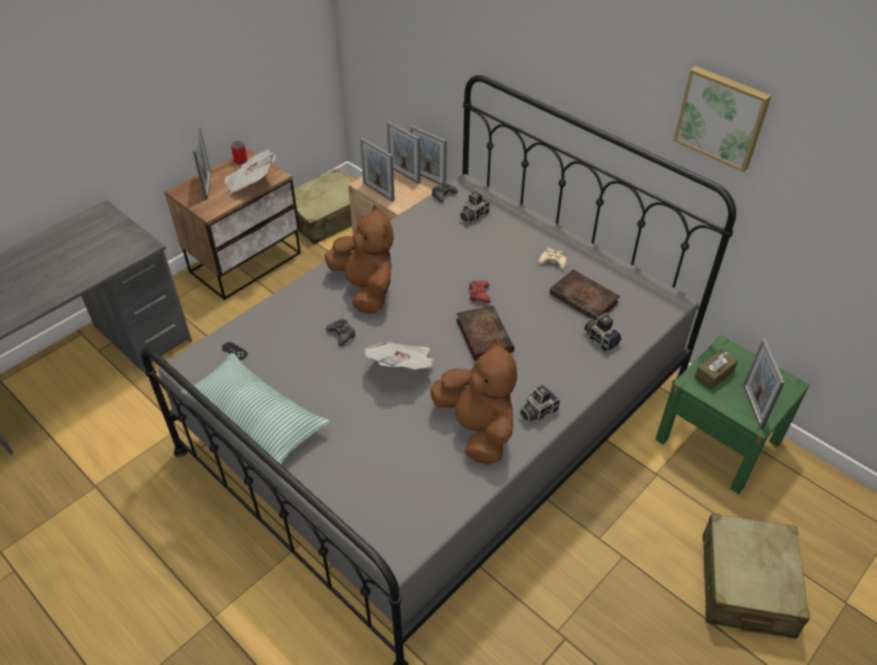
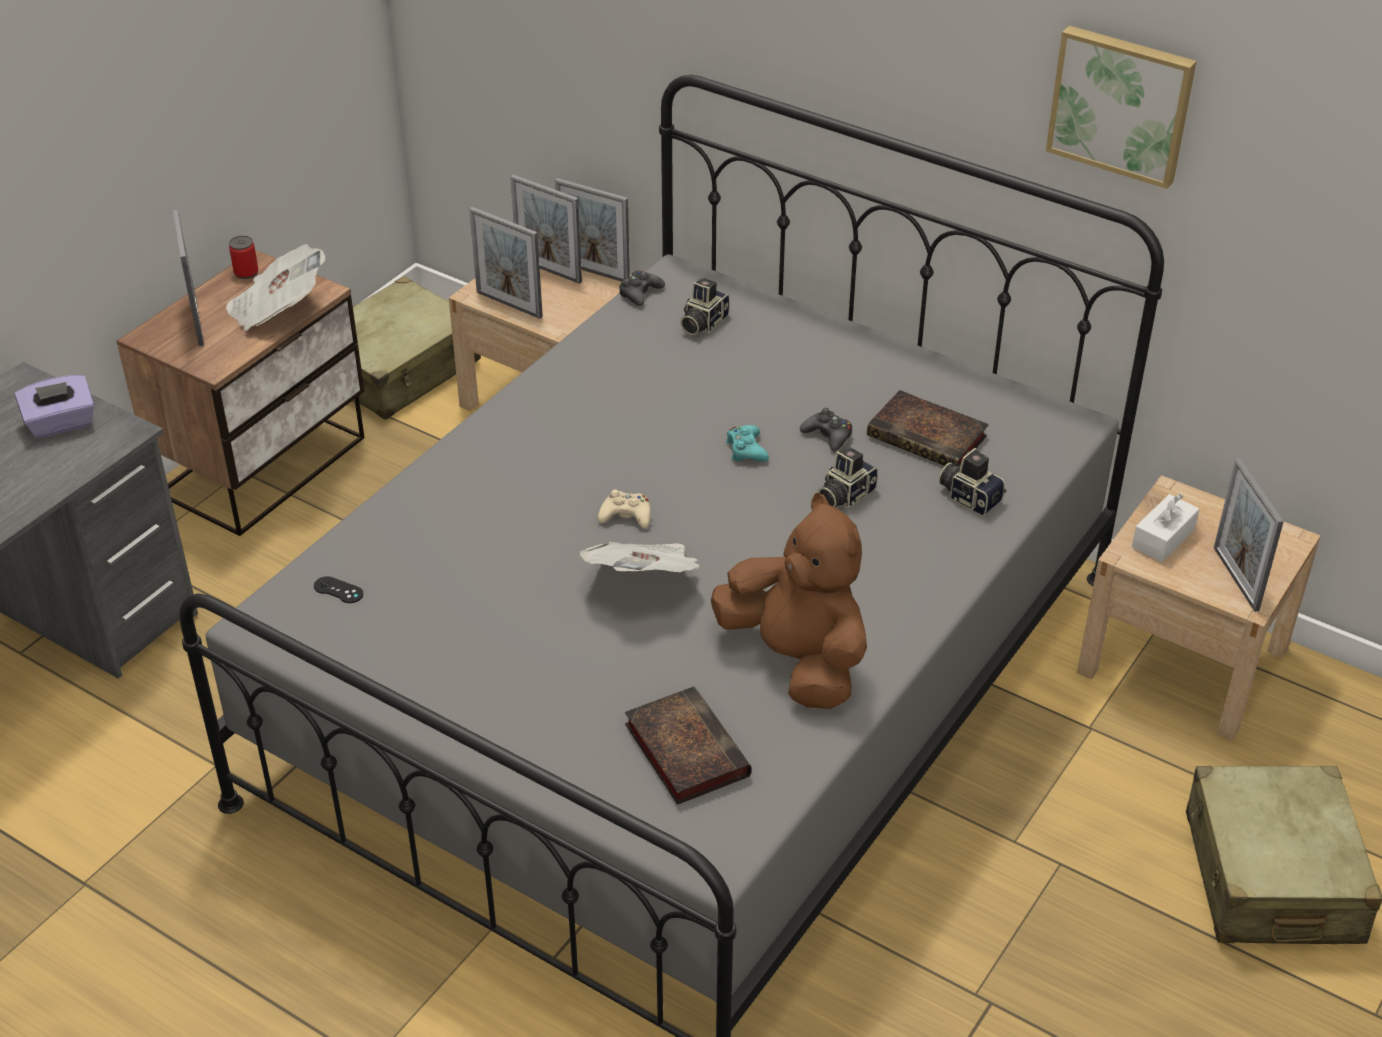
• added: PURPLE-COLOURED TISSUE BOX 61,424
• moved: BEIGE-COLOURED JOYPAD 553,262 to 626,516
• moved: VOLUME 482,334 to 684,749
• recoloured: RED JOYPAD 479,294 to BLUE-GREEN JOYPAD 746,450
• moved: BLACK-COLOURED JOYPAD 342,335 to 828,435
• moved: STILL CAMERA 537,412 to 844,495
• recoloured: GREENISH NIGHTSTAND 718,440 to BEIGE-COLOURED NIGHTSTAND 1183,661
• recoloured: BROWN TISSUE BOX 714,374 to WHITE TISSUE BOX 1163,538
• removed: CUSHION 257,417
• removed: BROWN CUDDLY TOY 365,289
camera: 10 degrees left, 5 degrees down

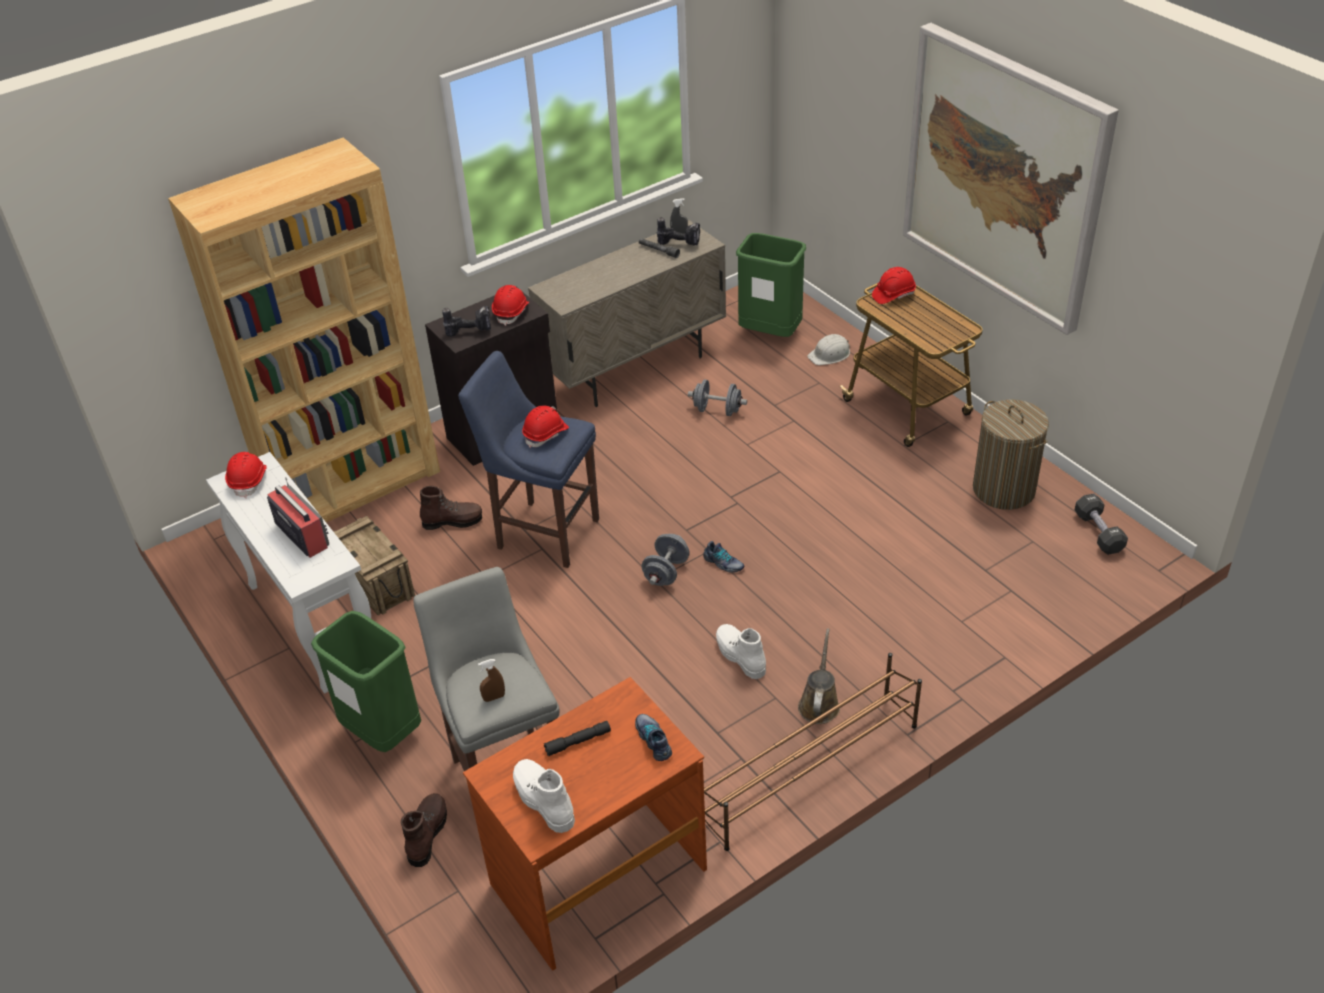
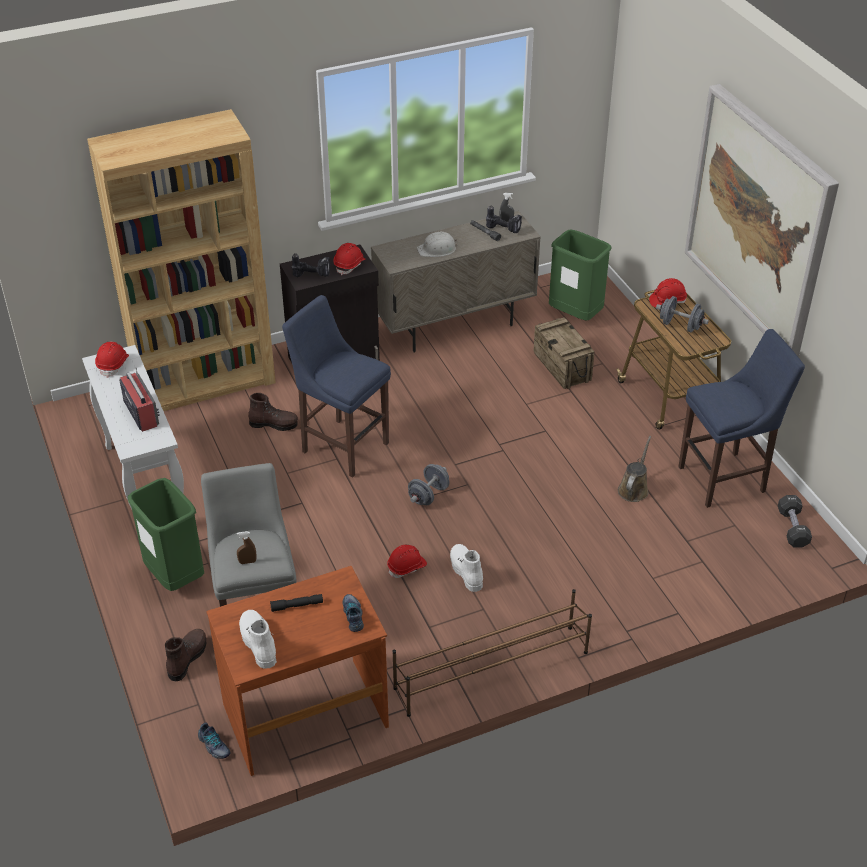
• moved: SHOE 723,563 to 213,746
• moved: RED WORK HELMET 546,434 to 407,567
• moved: WHITE WORK HELMET 830,354 to 437,249
• moved: SHIPPING CRATE 376,582 to 562,366
• moved: BROWN WATERING POT 819,703 to 634,489
• moved: GREY DUMBBELL 717,410 to 680,325
• replaced: LAUNDRY BASKET 1004,489 to BLUE-COLOURED SITTING STOOL 726,478
camera: 10 degrees right, 0 degrees up

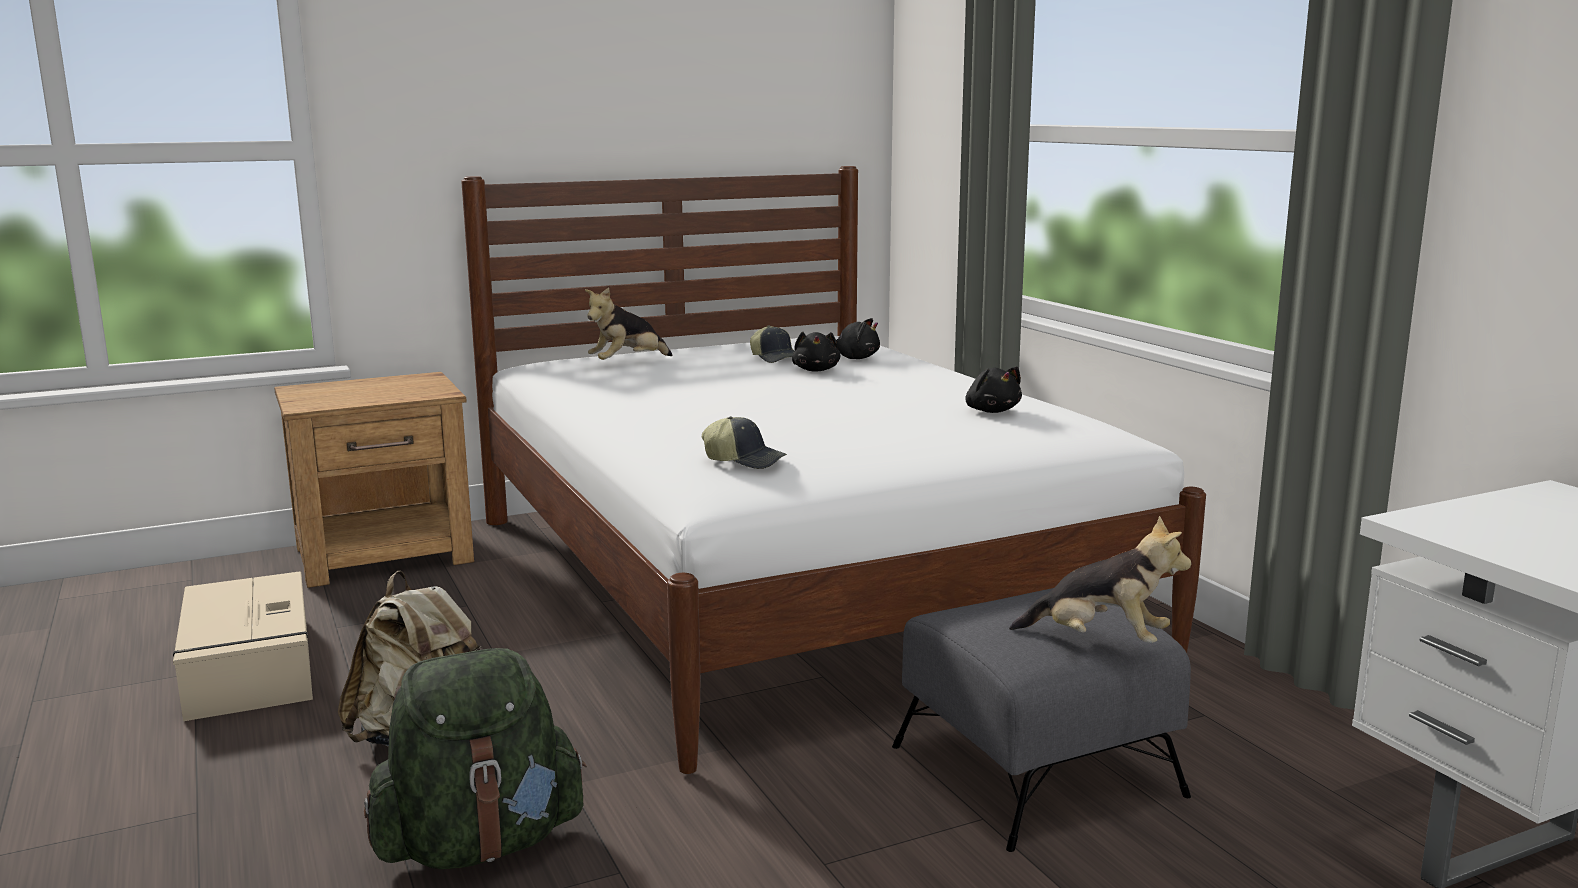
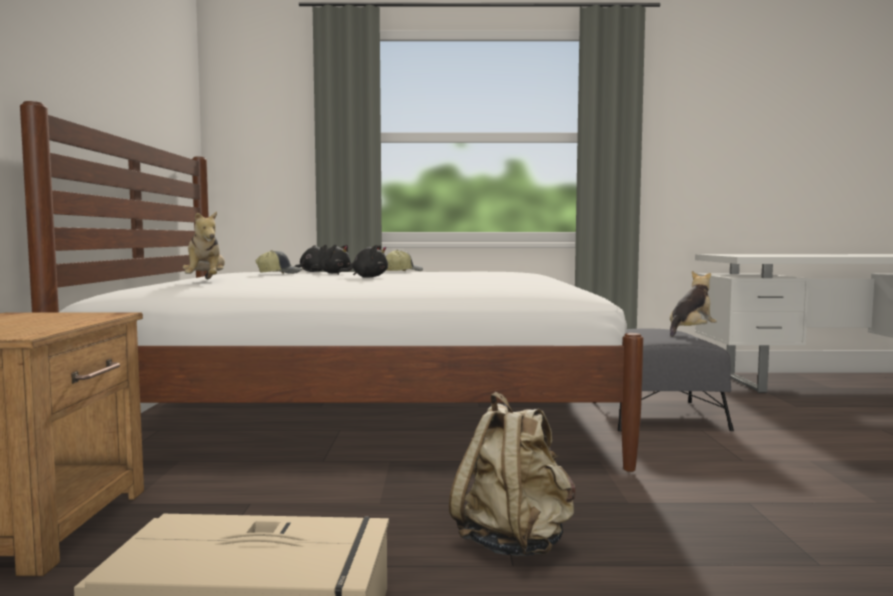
• moved: BLACK-COLOURED CUDDLY TOY 991,411 to 367,277
• moved: BASEBALL CAP 745,460 to 402,271
• removed: GREENISH RUCKSACK 481,844
camera: 65 degrees left, 10 degrees down

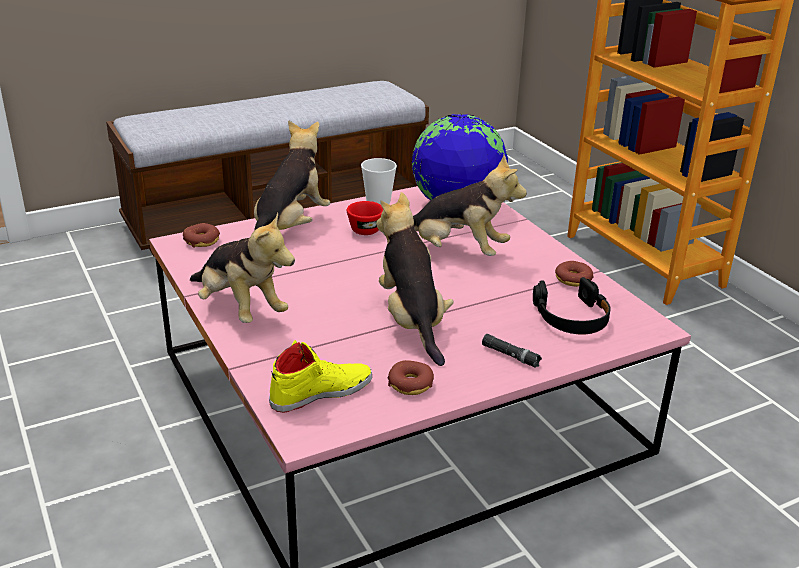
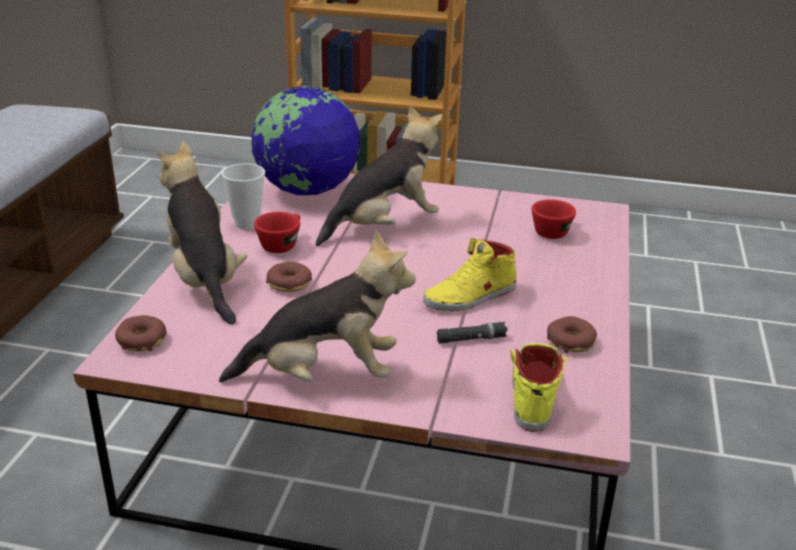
• moved: DOUGHNUT 573,279 to 289,284
• replaced: CUDDLY TOY 411,321 to YELLOWISH SHOE 471,296
• moved: BLACK-COLOURED FLASHLIGHT 510,355 to 471,339
• replaced: BLACK-COLOURED HEADSET 572,317 to RED DRINKING CUP 553,231
camera: 50 degrees left, 0 degrees up

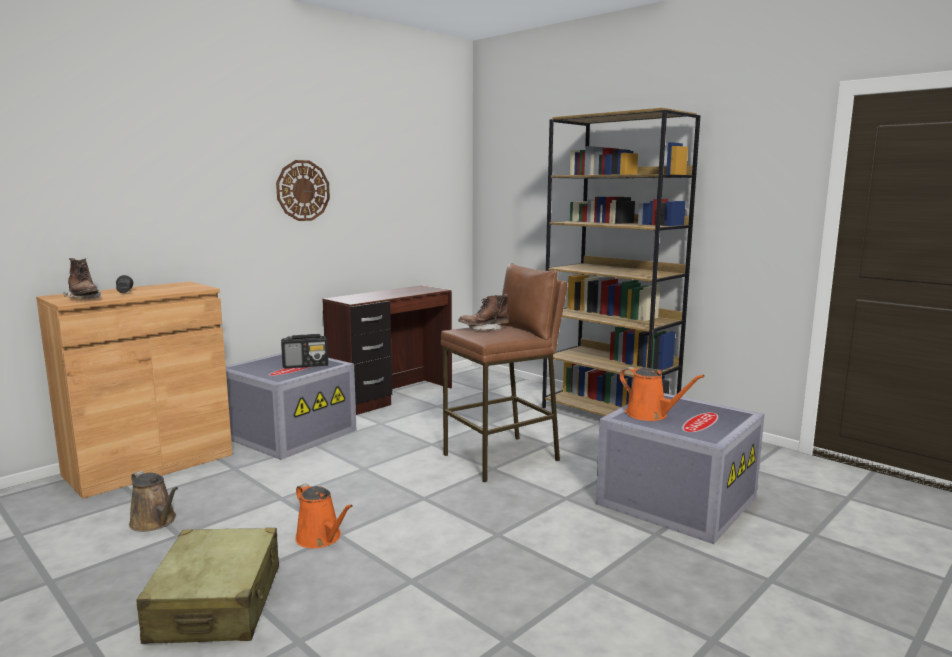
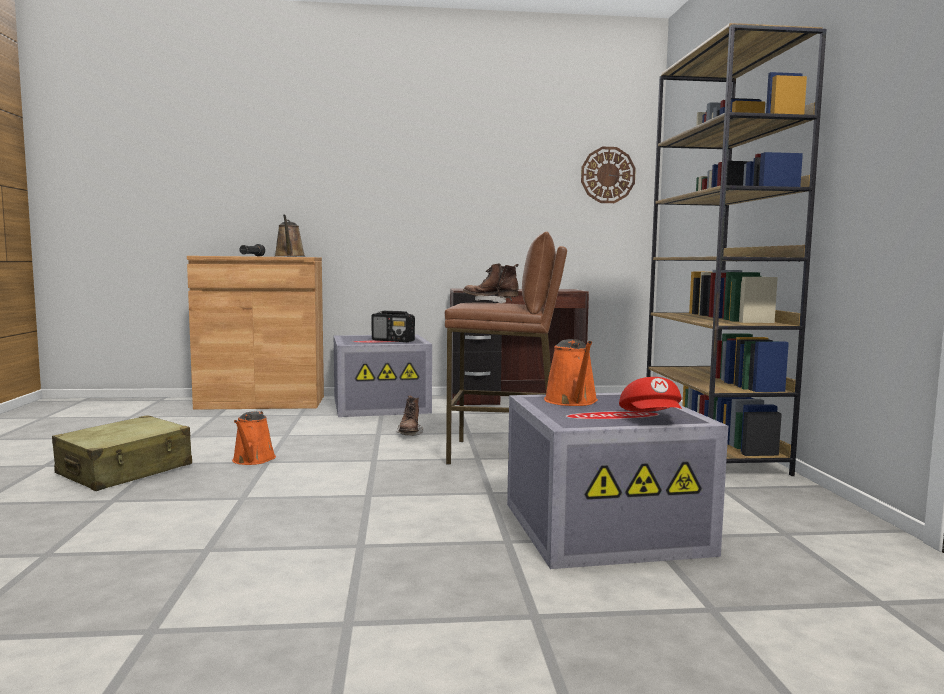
• moved: BROWN WATERING POT 155,522 to 289,256
• moved: BROWN BOOT 84,299 to 409,434
• moved: HANGING CLOCK 303,190 to 607,175
• added: RED BASEBALL CAP 652,419
camera: 40 degrees right, 5 degrees down

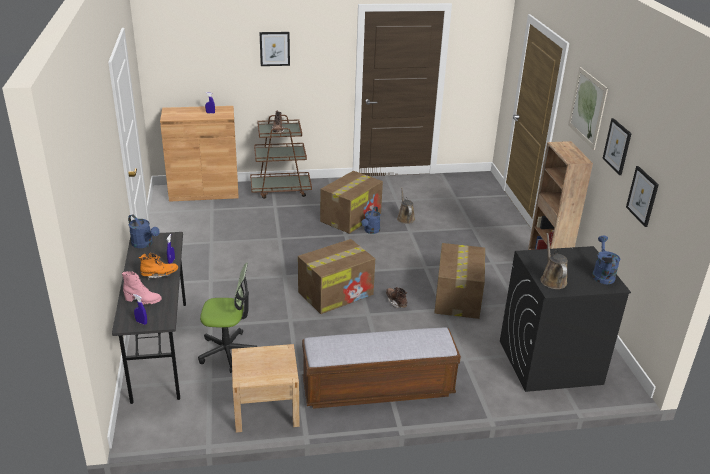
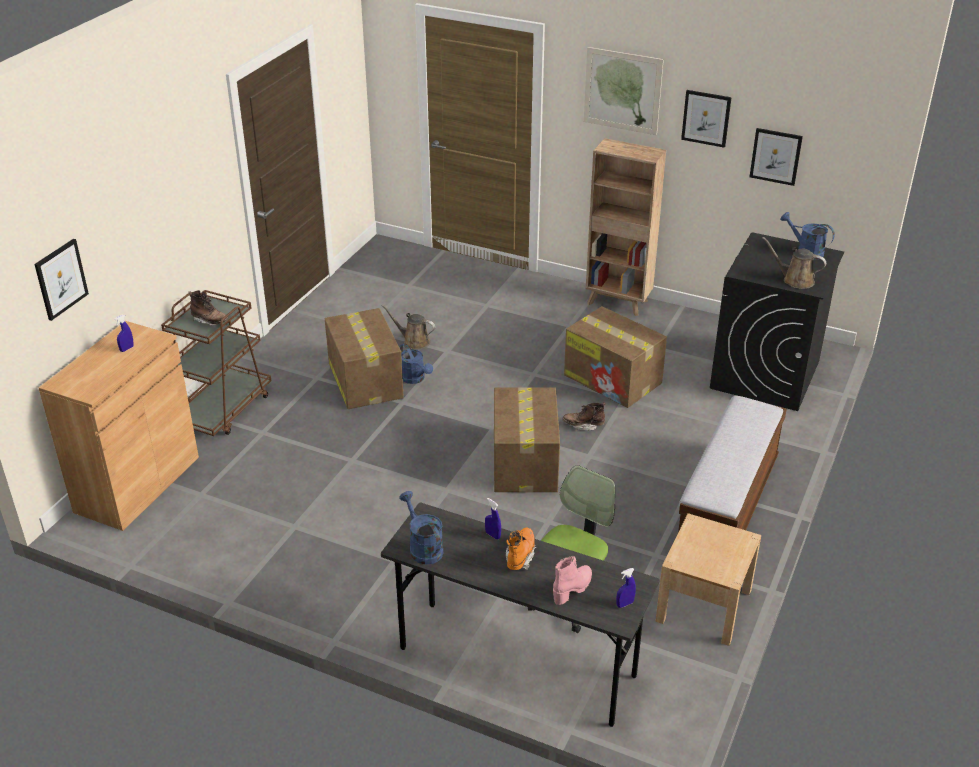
• moved: WALL ART 274,48 to 61,279
• turned: BLUE-COLOURED WATERING POT 144,244 = 423,547 105 degrees counterclockwise
camera: 55 degrees left, 5 degrees up

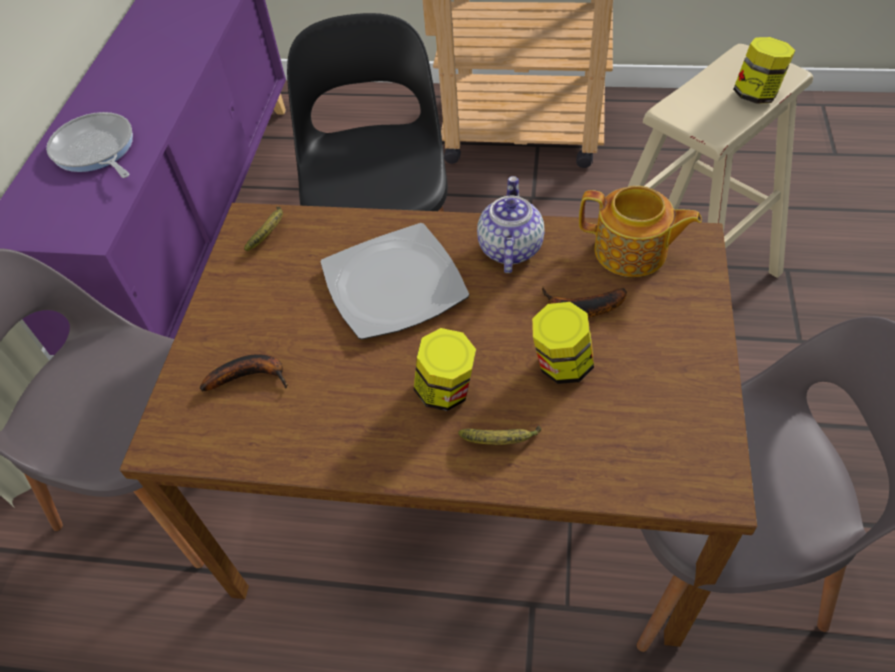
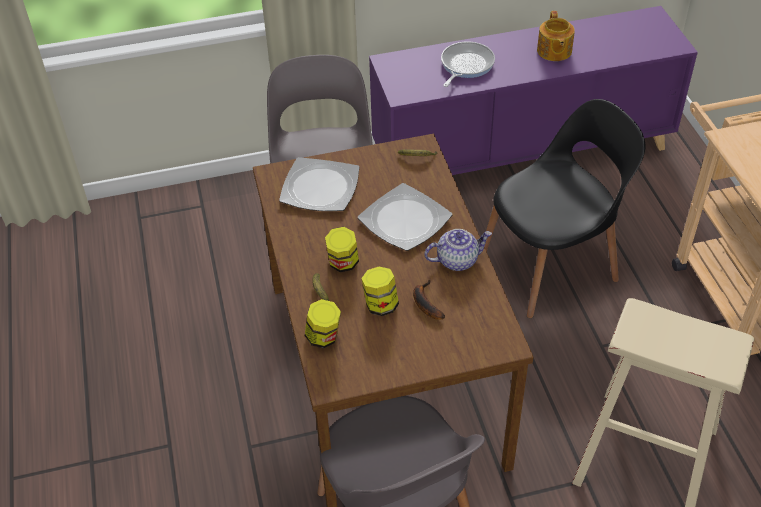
• replaced: BANANA FRUIT 251,376 to DINNER PLATE 320,188
• moved: STORAGE JAR 756,95 to 324,337
• moved: TEAPOT 632,252 to 554,51
camera: 65 degrees right, 5 degrees down

